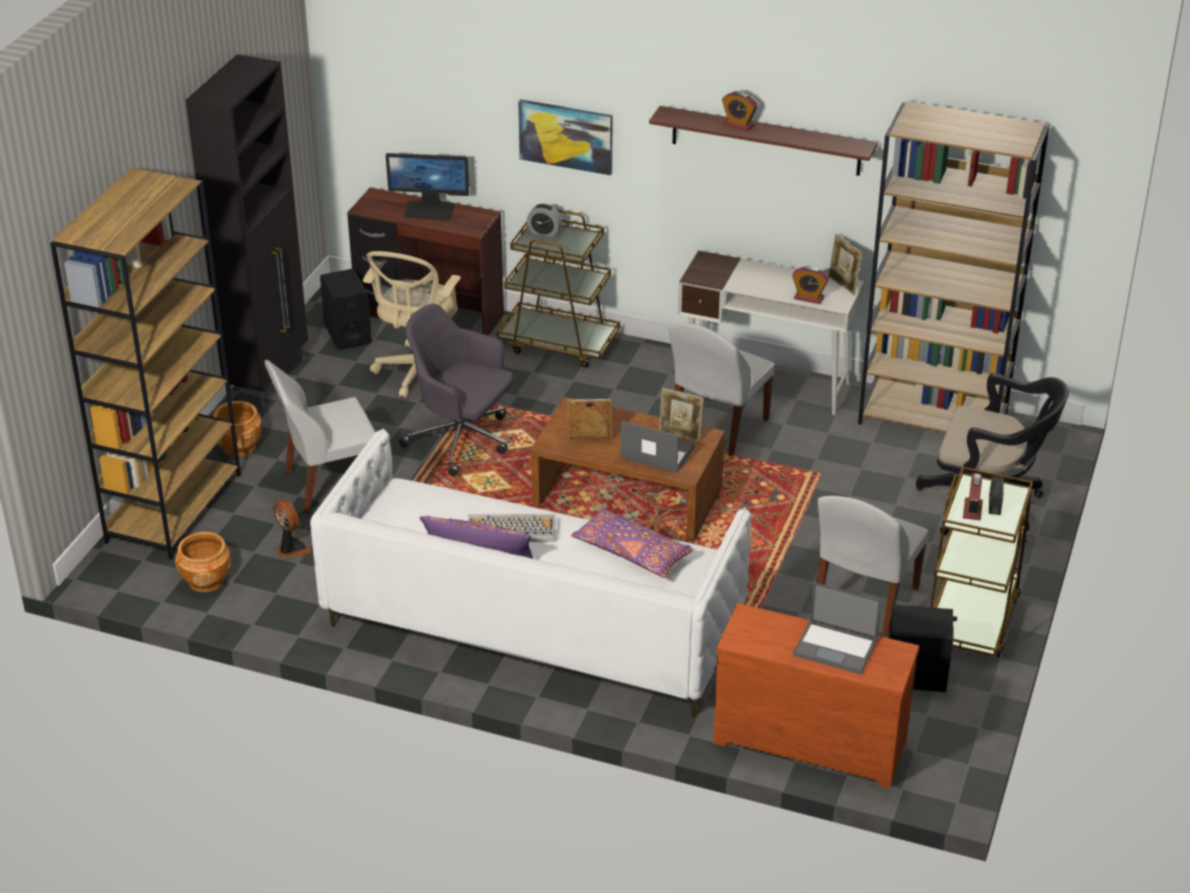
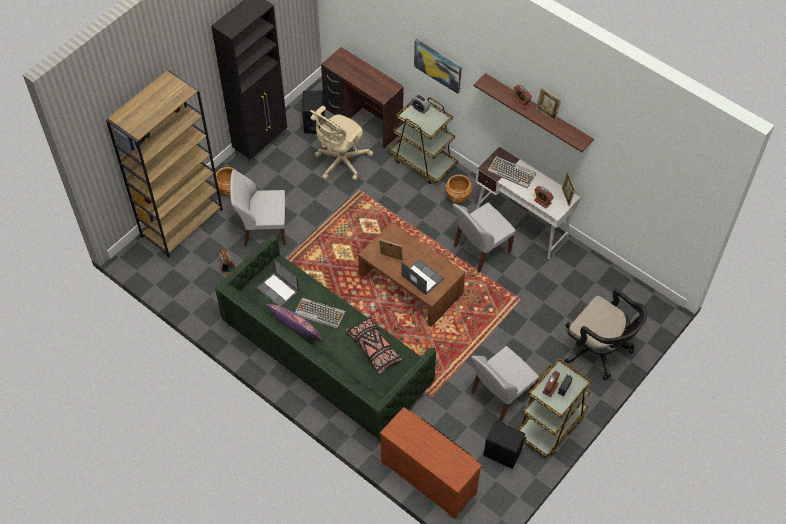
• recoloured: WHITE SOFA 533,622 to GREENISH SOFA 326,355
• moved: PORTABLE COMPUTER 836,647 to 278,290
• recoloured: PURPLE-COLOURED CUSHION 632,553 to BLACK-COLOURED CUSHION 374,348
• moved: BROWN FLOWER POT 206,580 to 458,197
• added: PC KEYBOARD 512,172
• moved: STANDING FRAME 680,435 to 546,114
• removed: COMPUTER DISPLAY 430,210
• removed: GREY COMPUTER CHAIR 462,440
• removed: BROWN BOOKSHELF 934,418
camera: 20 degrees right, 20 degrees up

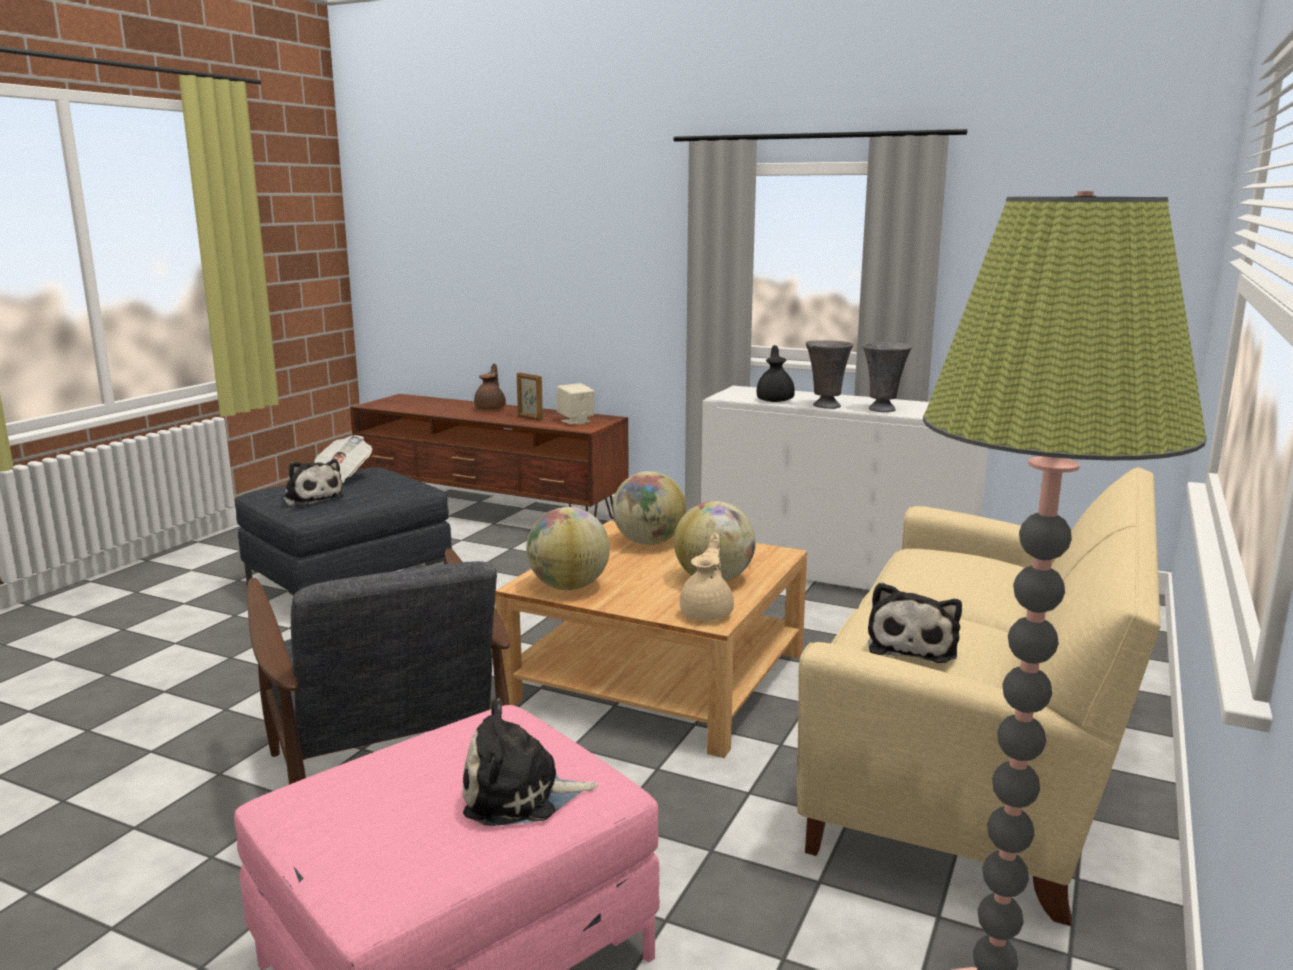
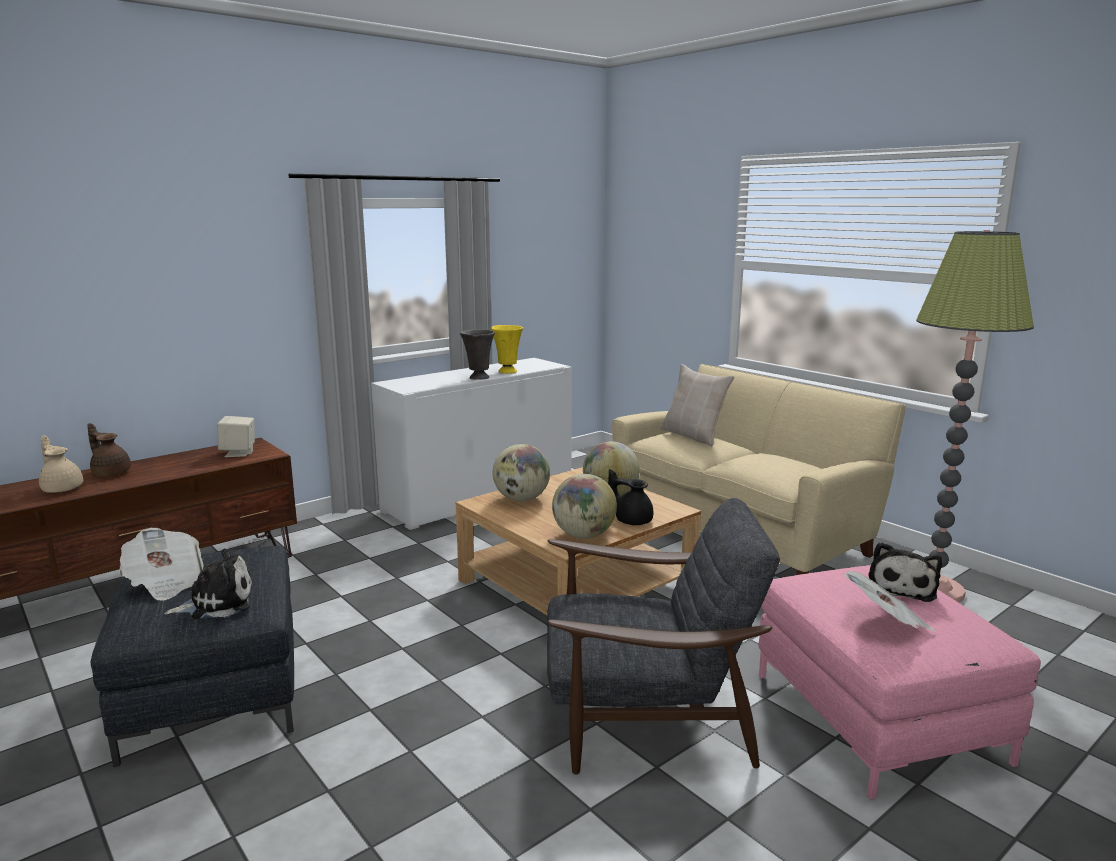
• moved: BEIGE-COLOURED TEAPOT 708,613 to 62,488
• recoloured: GREY VASE 882,409 to YELLOWISH VASE 507,371
• moved: BLACK-COLOURED TEAPOT 775,400 to 632,520
• added: BEIGE-COLOURED CUSHION 694,436
• added: NEWSPAPER 886,622
• removed: STANDING FRAME 529,418
• removed: CUDDLY TOY 913,645
camera: 65 degrees left, 0 degrees up

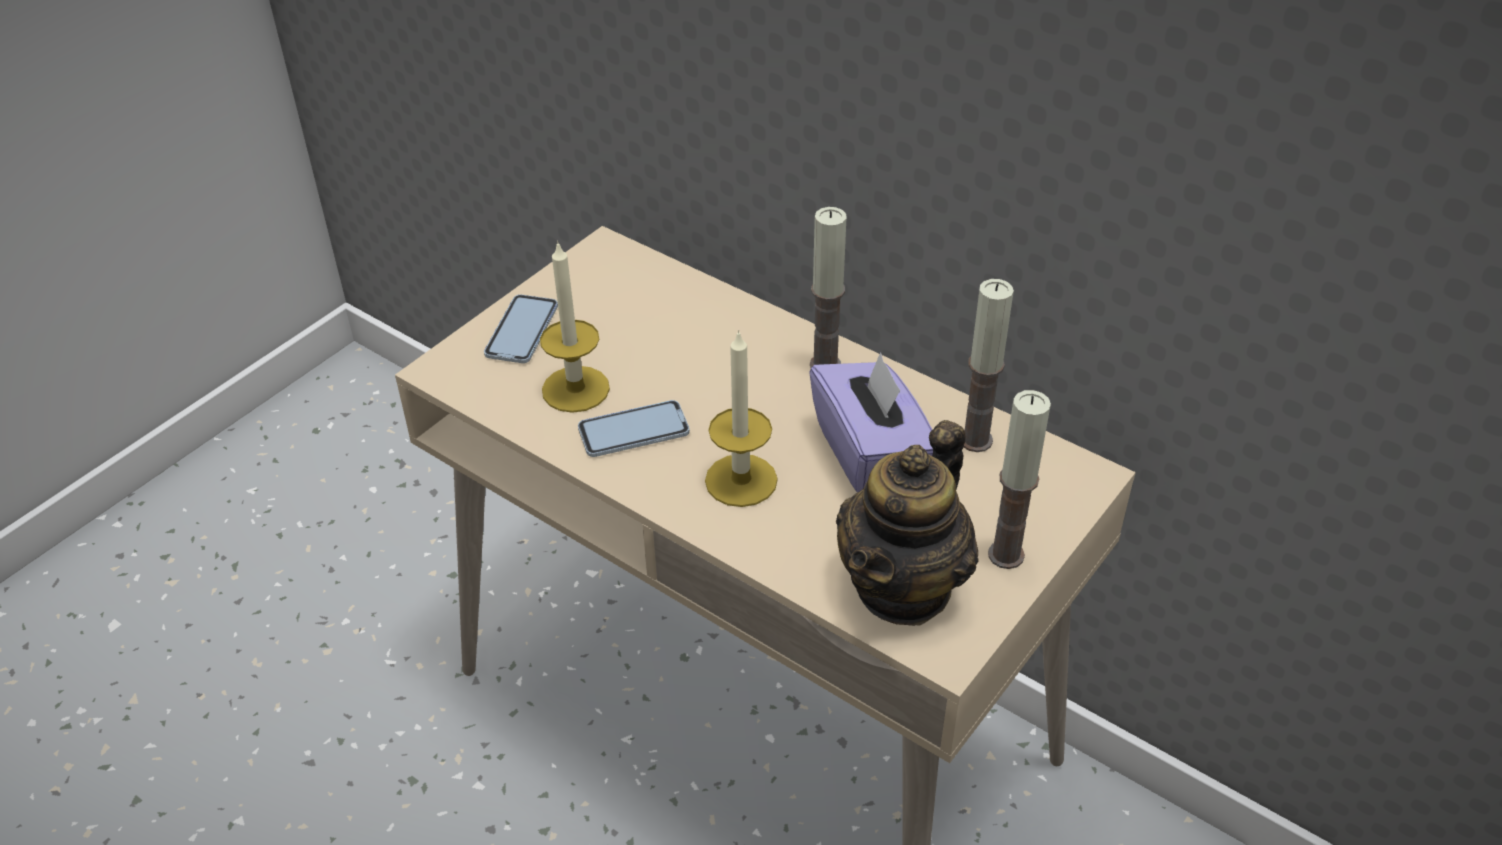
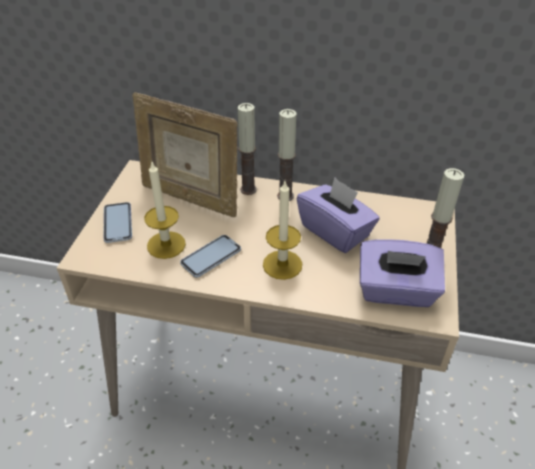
• added: STANDING FRAME 190,198
• moved: WAX LIGHT 976,440 to 248,189
• replaced: TEAPOT 904,587 to PURPLE-COLOURED TISSUE BOX 396,291
camera: 25 degrees left, 0 degrees up

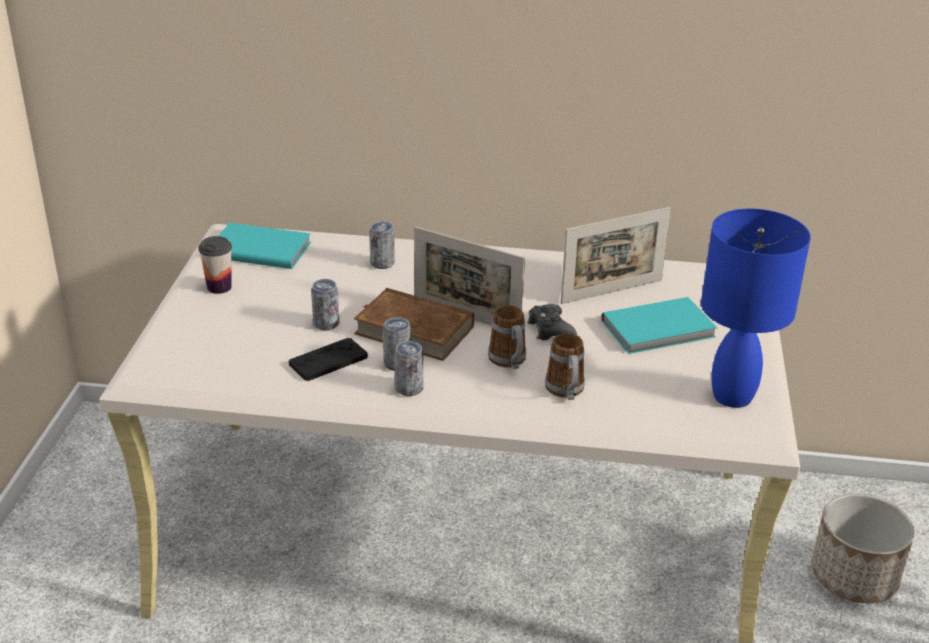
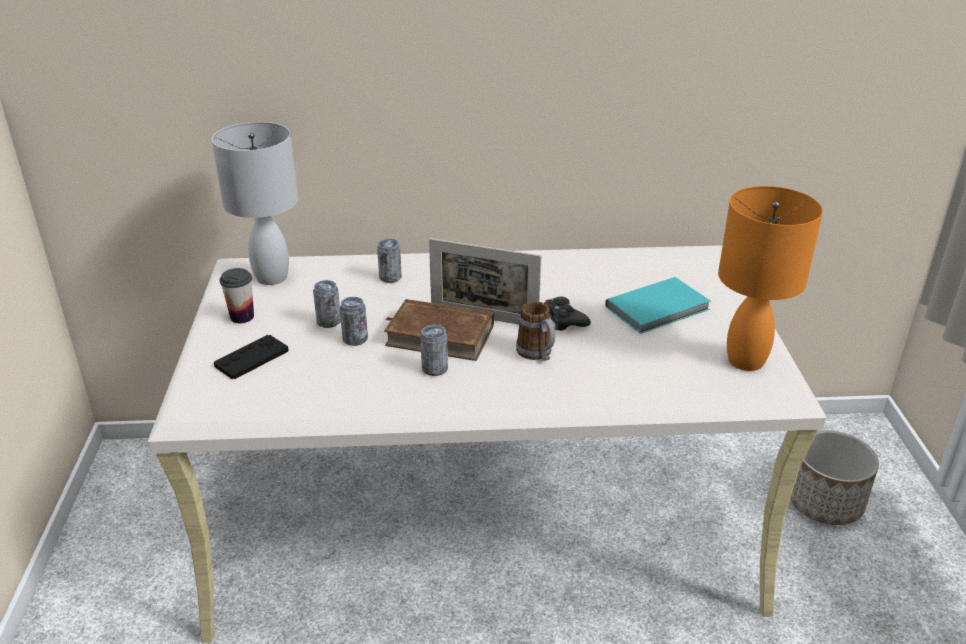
• replaced: BLUE-GREEN VOLUME 259,248 to WHITE LAMP FOR A TABLE 271,277
• moved: BLACK-COLOURED JOYPAD 328,361 to 251,358
• moved: CAN 409,389 to 329,322
• recoloured: BLUE-COLOURED LAMP FOR A TABLE 732,395 to ORANGE LAMP FOR A TABLE 745,360
• removed: COFFEE MUG 566,392
• removed: STANDING FRAME 611,291
camera: 10 degrees left, 0 degrees up

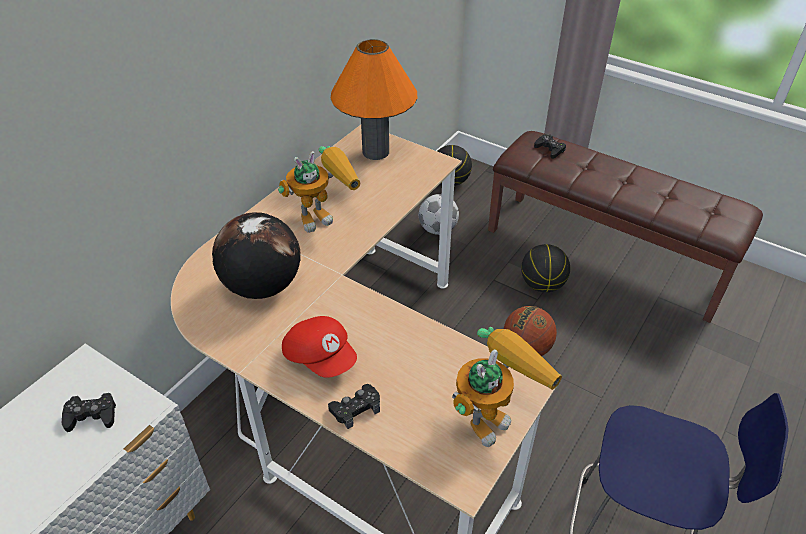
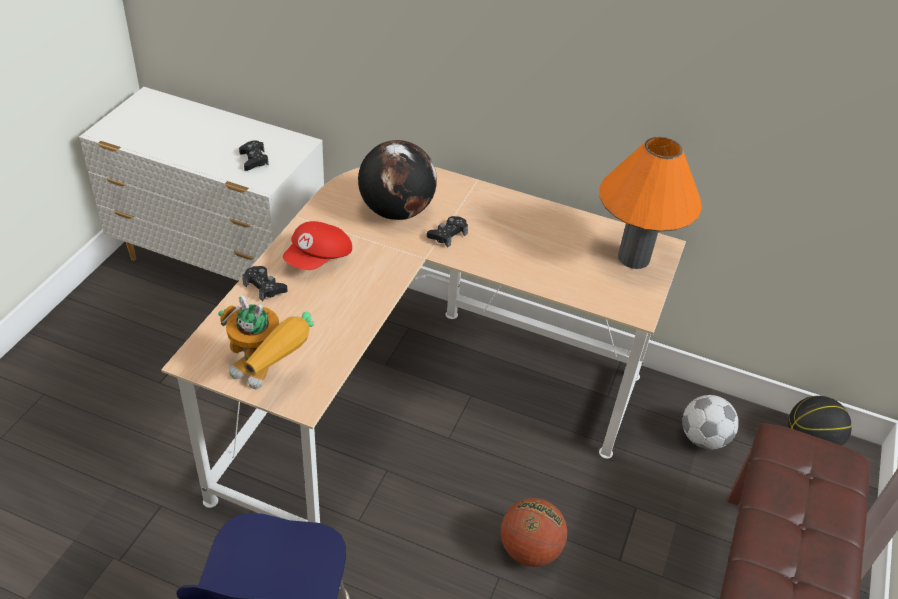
• moved: BLACK-COLOURED JOYPAD 549,149 to 447,235
• removed: MODEL ROBOT 324,214
• removed: BALL FOR BASKETBALL 542,285
camera: 75 degrees right, 0 degrees up

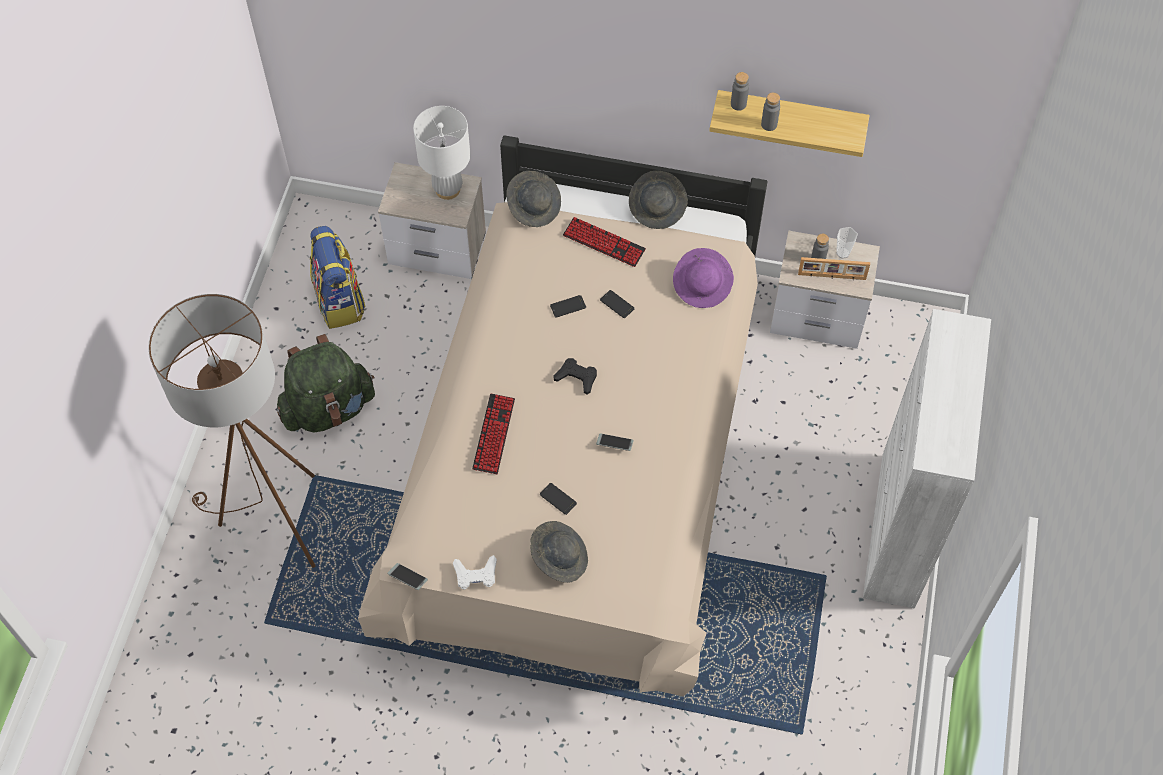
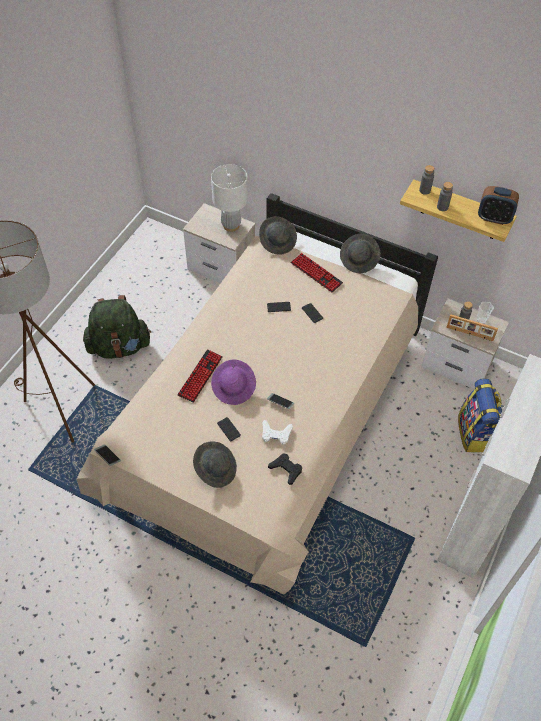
• moved: PURPLE-COLOURED CLOTHING HAT 702,286 to 234,388
• moved: WHITE JOYPAD 475,575 to 276,434
• moved: BLACK-COLOURED JOYPAD 576,377 to 286,469
• moved: RUCKSACK 340,301 to 475,433
• added: TABLE CLOCK 494,218
camera: 15 degrees right, 5 degrees down

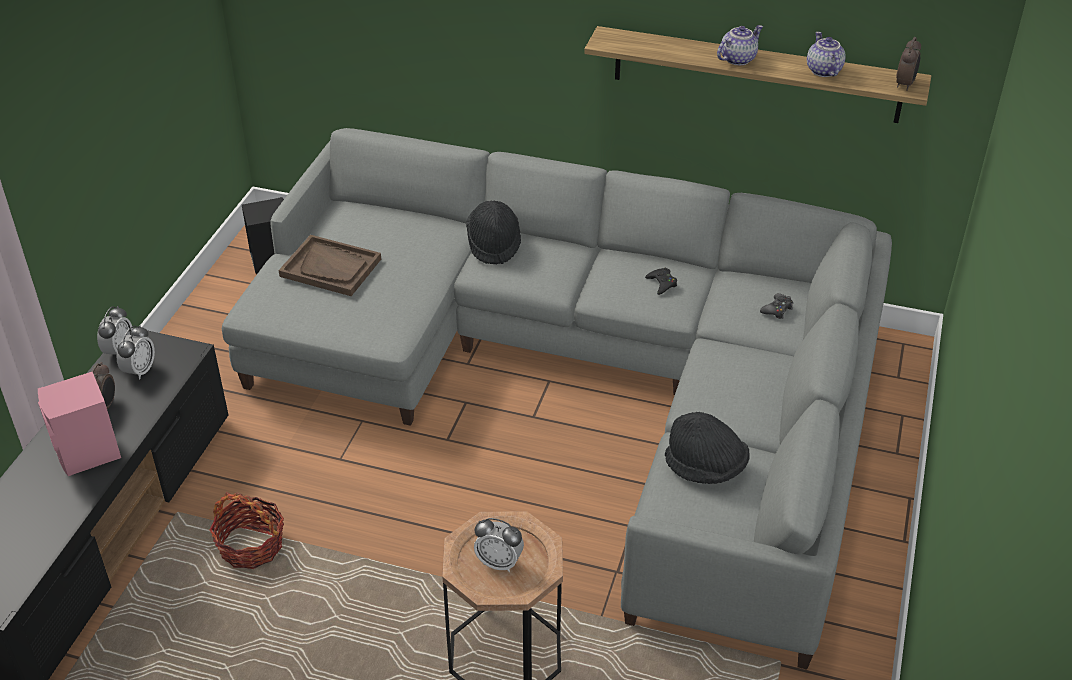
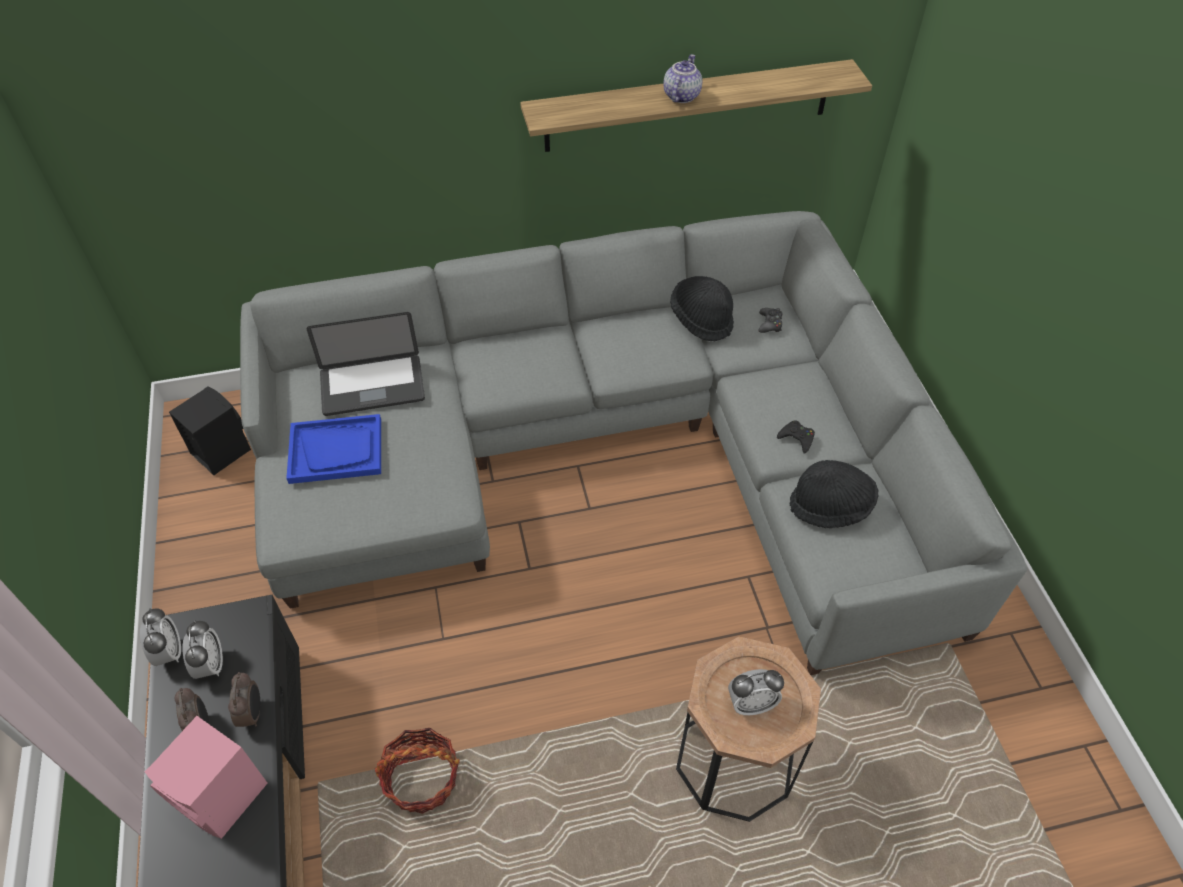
• moved: TABLE CLOCK 905,84 to 252,713
• recoloured: BROWN CARRYING TRAY 331,267 to BLUE-COLOURED CARRYING TRAY 336,450
• added: PORTABLE COMPUTER 372,386
• moved: BLACK-COLOURED CLOTHING HAT 493,244 to 701,319
• moved: BLACK-COLOURED JOYPAD 662,283 to 797,438
• removed: TEAPOT 822,71
camera: 30 degrees left, 10 degrees up

